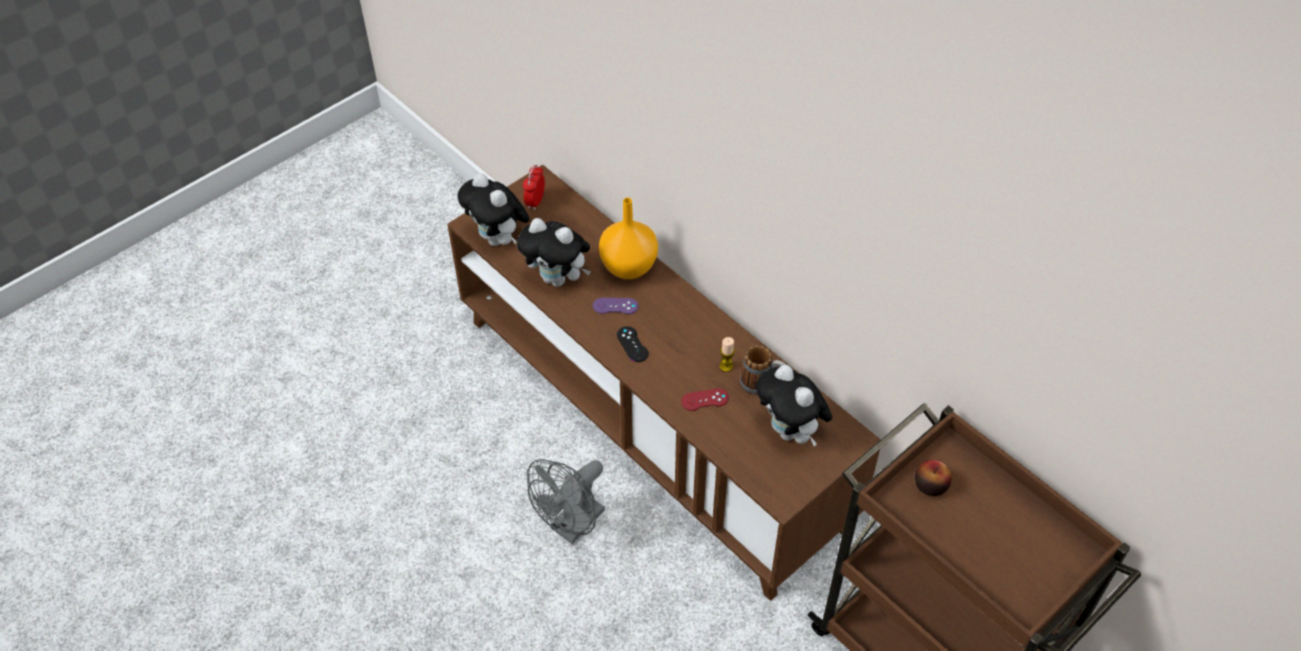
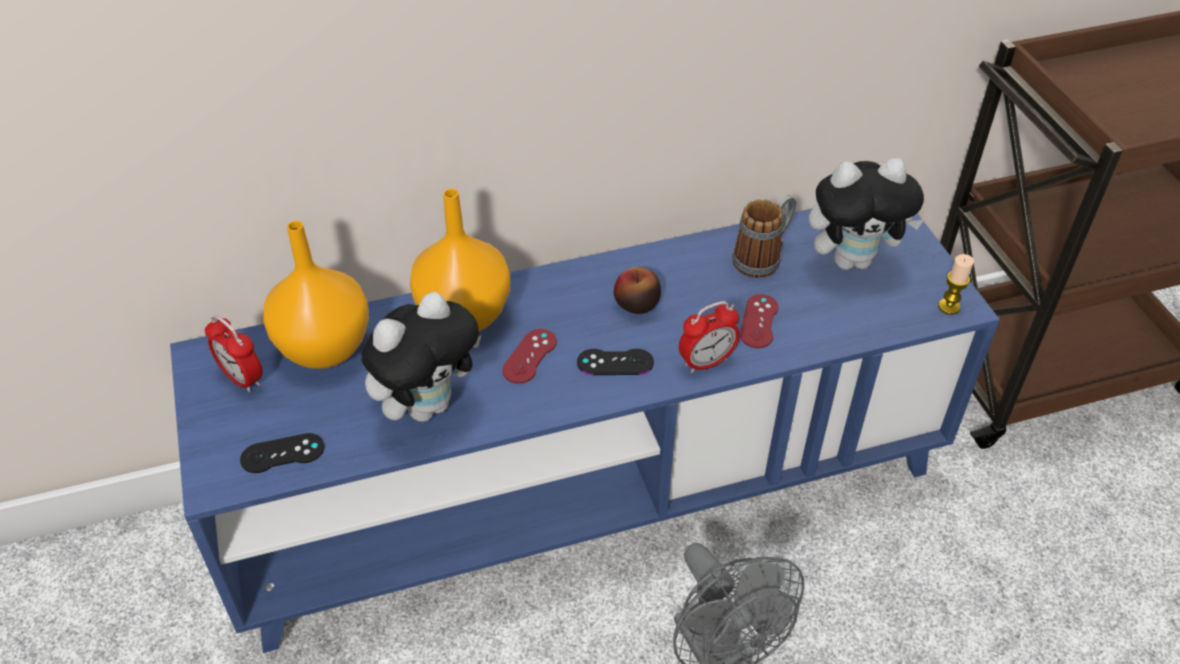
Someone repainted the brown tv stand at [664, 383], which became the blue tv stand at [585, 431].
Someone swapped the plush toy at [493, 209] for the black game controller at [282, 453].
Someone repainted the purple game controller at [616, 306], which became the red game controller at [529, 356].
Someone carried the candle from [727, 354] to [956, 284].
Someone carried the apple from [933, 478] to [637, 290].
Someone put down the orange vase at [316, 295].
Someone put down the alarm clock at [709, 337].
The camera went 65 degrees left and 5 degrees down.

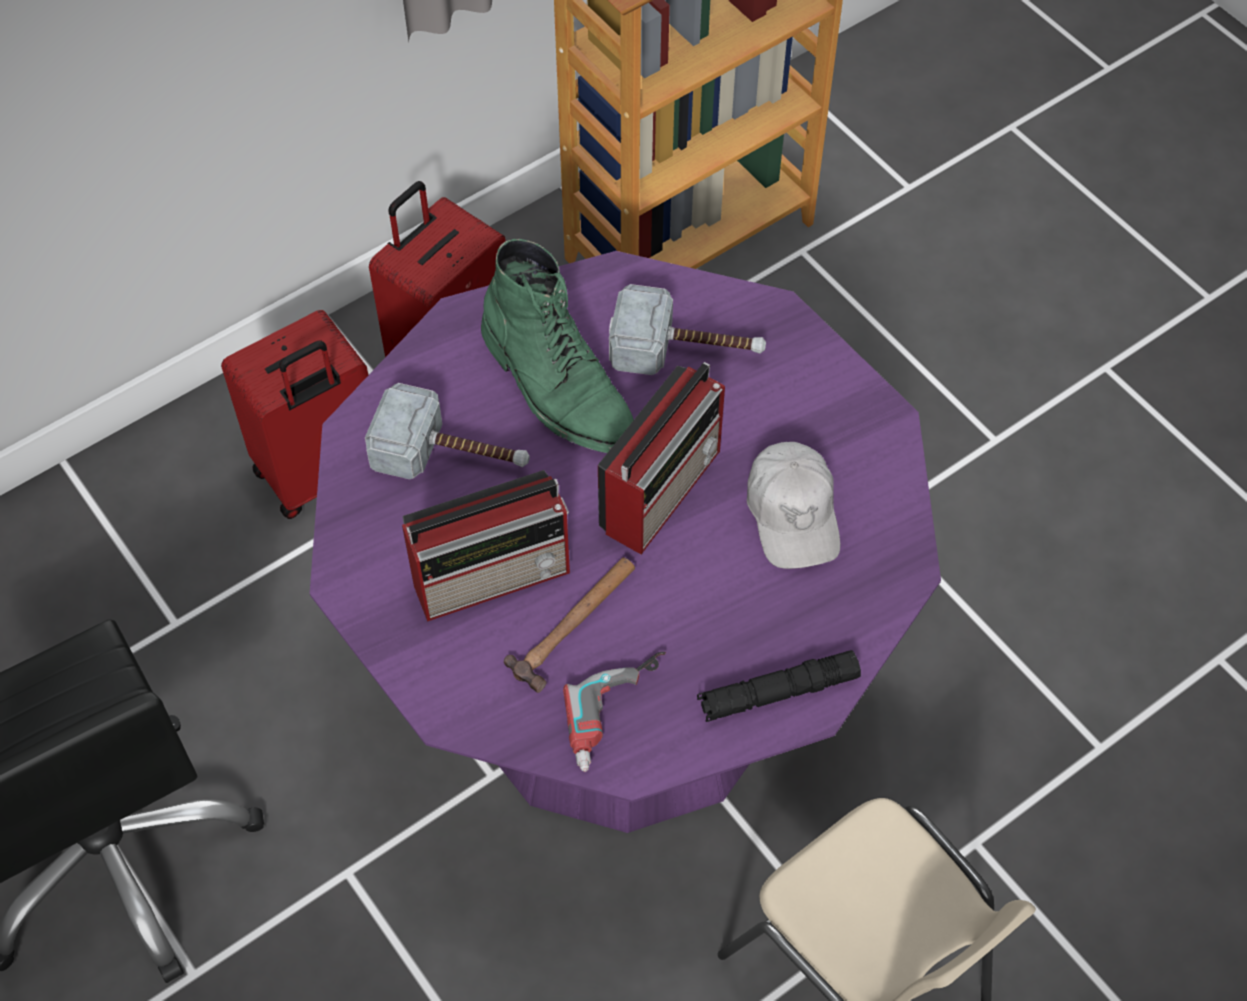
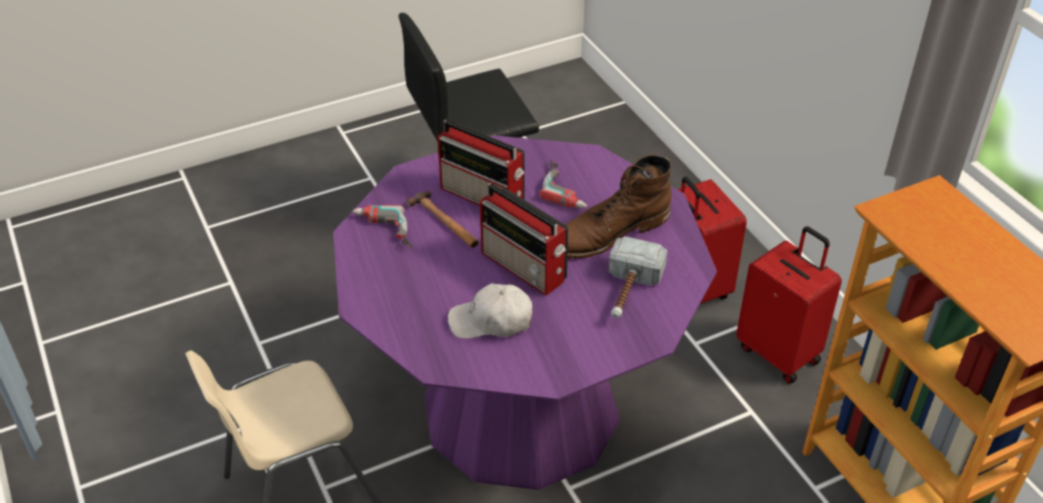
Someone repainted the green boot at [557, 346], which became the brown boot at [618, 207].
Someone swapped the hammer at [447, 431] for the power drill at [563, 184].
Someone rotated the radio at [486, 546] by 45 degrees counterclockwise.
Someone took away the black flashlight at [779, 686].
The camera went 100 degrees right and 15 degrees down.

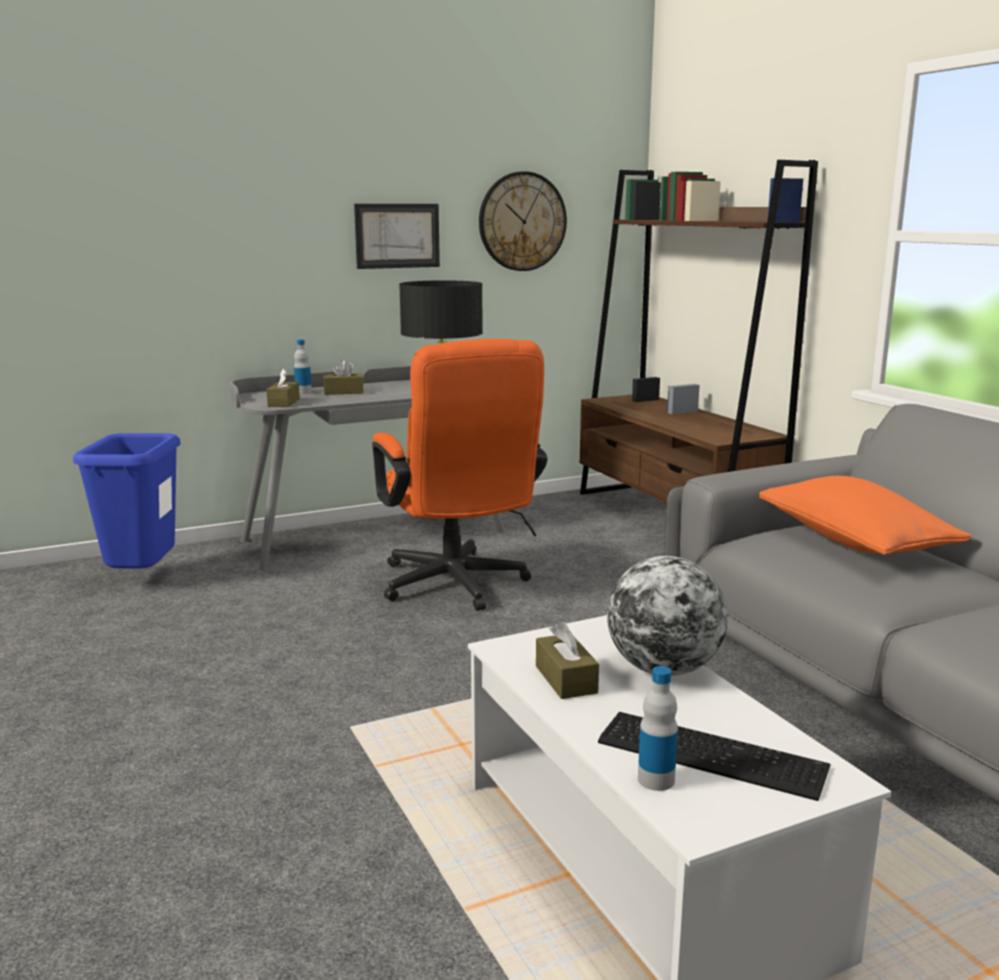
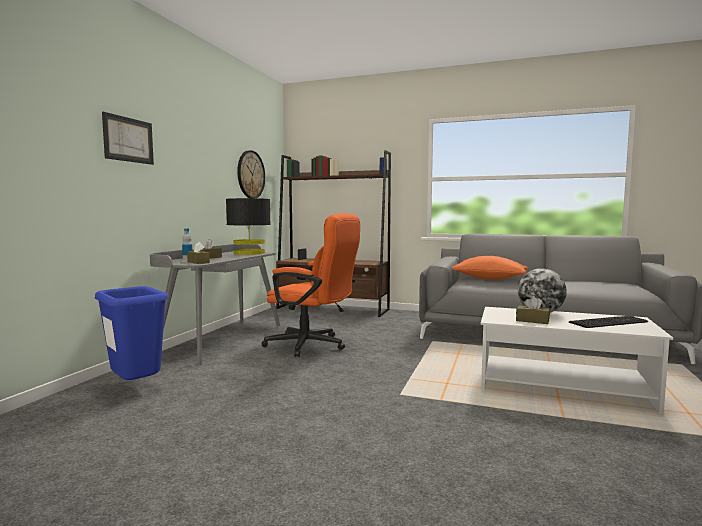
Someone carried the picture from [397, 236] to [128, 138].
Someone took away the bottle at [658, 728].
The camera went 45 degrees left and 10 degrees down.

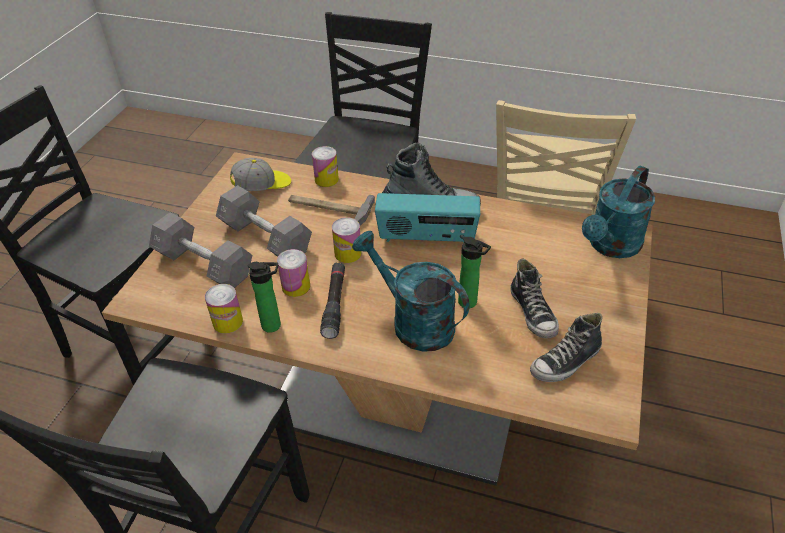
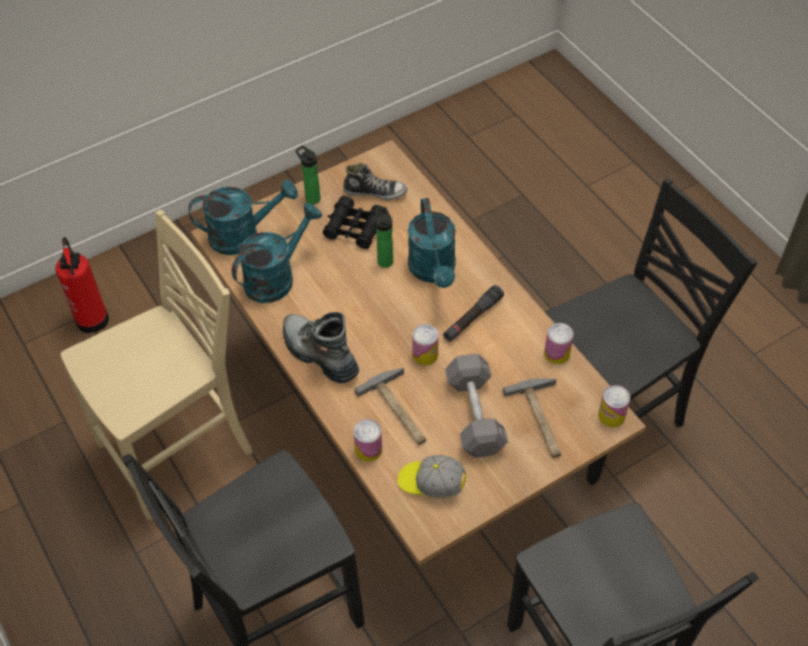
Someone took away the radio at [427, 218].
Someone swapped the grey dumbbell at [200, 250] for the hammer at [532, 418].
Someone carried the can from [293, 273] to [614, 406].
Someone swapped the shoe at [534, 298] for the black binoculars at [354, 222].
Someone carried the bottle from [264, 297] to [308, 175].
Someone put down the turquoise watering can at [277, 253].
Someone put down the fire extinguisher at [82, 285].
The camera went 140 degrees left and 10 degrees up.

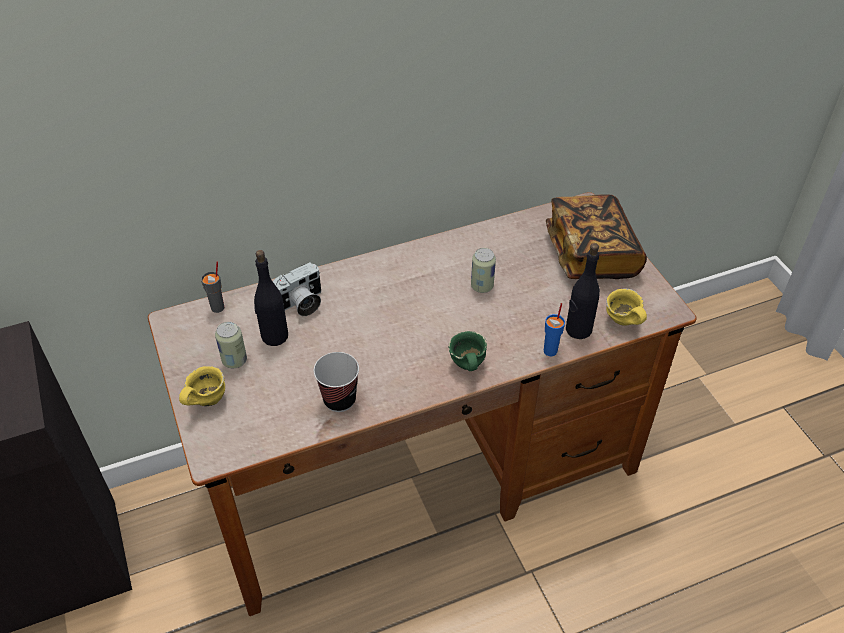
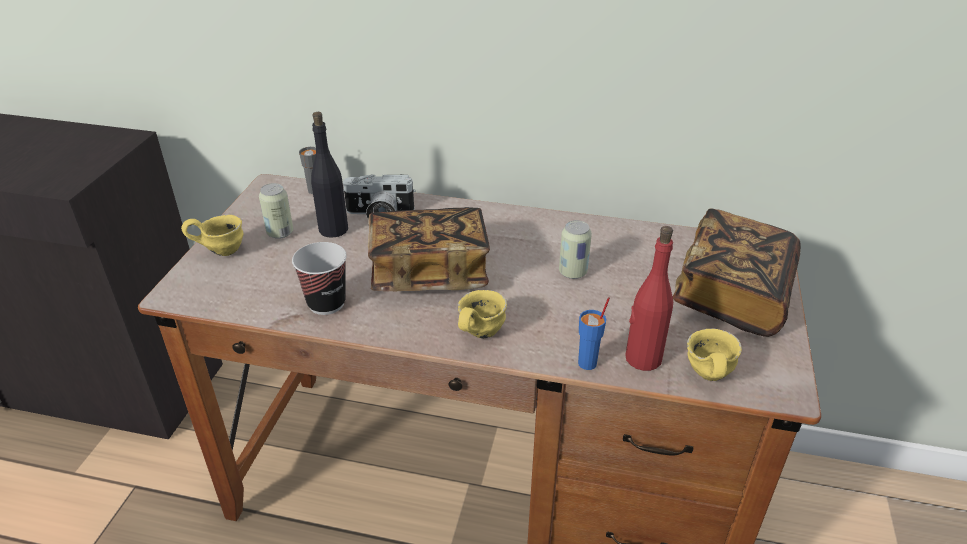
Someone repainted the black bottle at [583, 291], which became the red bottle at [649, 298].
Someone repainted the green mug at [467, 351], which became the yellow mug at [482, 314].
Someone put down the book at [429, 249].
The camera went 35 degrees right and 10 degrees down.

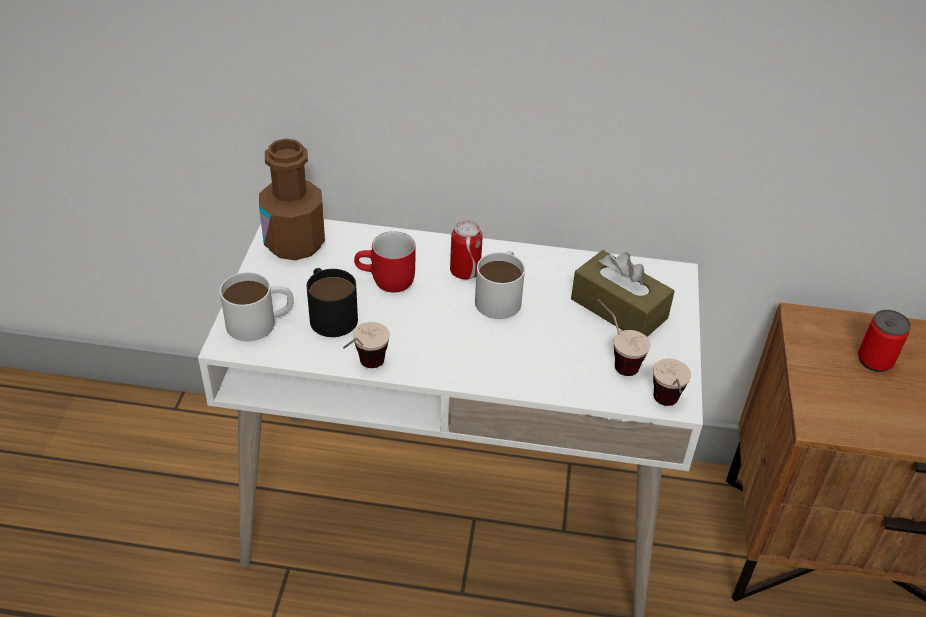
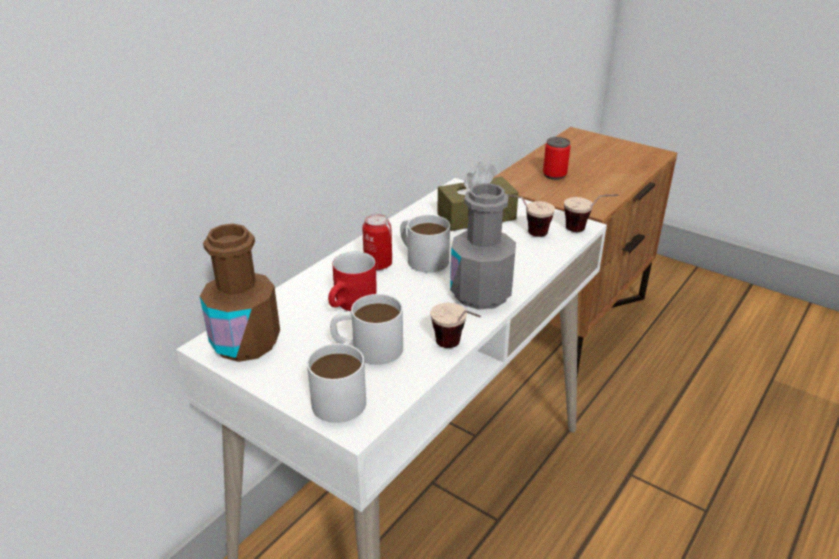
Someone repainted the black mug at [332, 302], which became the white mug at [366, 329].
Someone put down the grey bottle at [483, 246].
The camera went 60 degrees left and 10 degrees down.

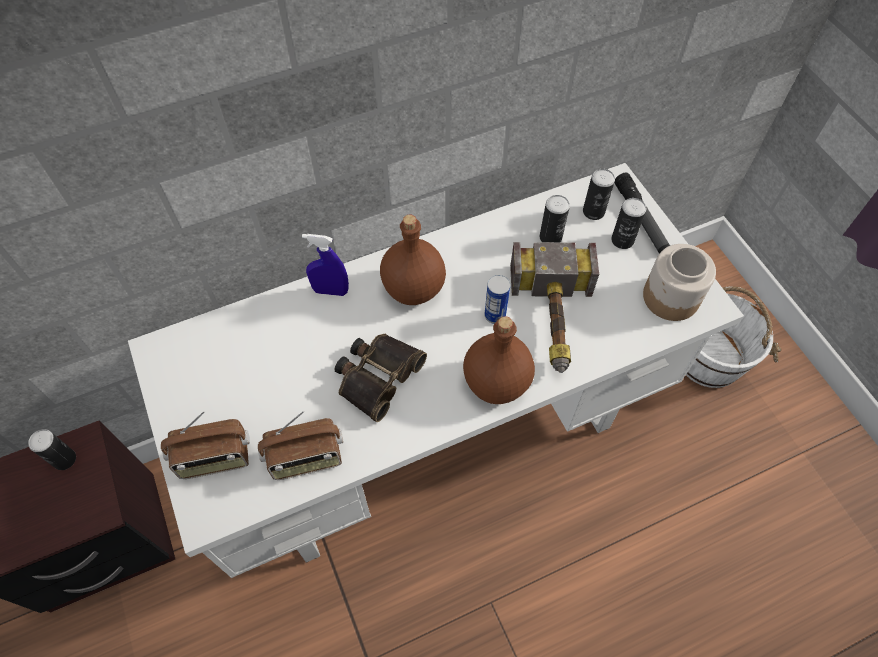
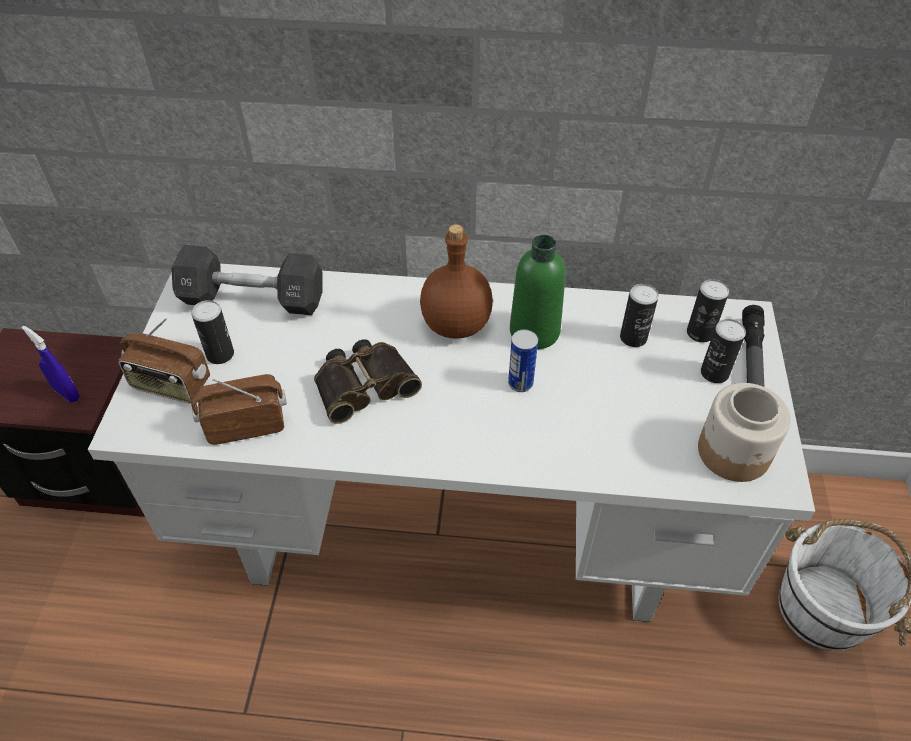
Someone carried the blue spray bottle from [325, 265] to [51, 364].
Someone took away the hammer at [554, 307].
Someone took away the brown bottle at [499, 360].
Someone rotated the radio at [300, 445] by 150 degrees clockwise.
Someone carried the can from [52, 449] to [212, 332].
Someone put down the green bottle at [537, 292].
Someone put down the black dumbbell at [247, 280].
The camera went 30 degrees right and 10 degrees down.

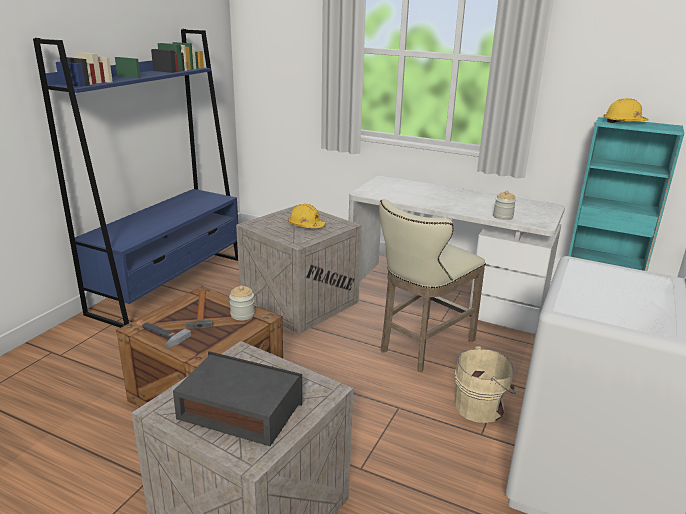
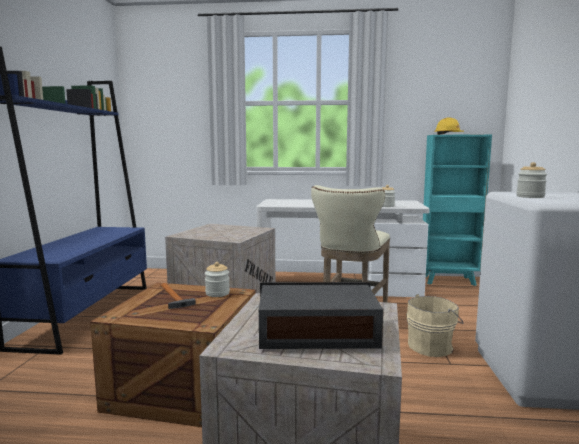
Someone took away the yellow hard hat at [306, 216].
Someone took away the hammer at [163, 334].
Someone put down the jar at [531, 180].
The camera went 20 degrees left and 15 degrees down.

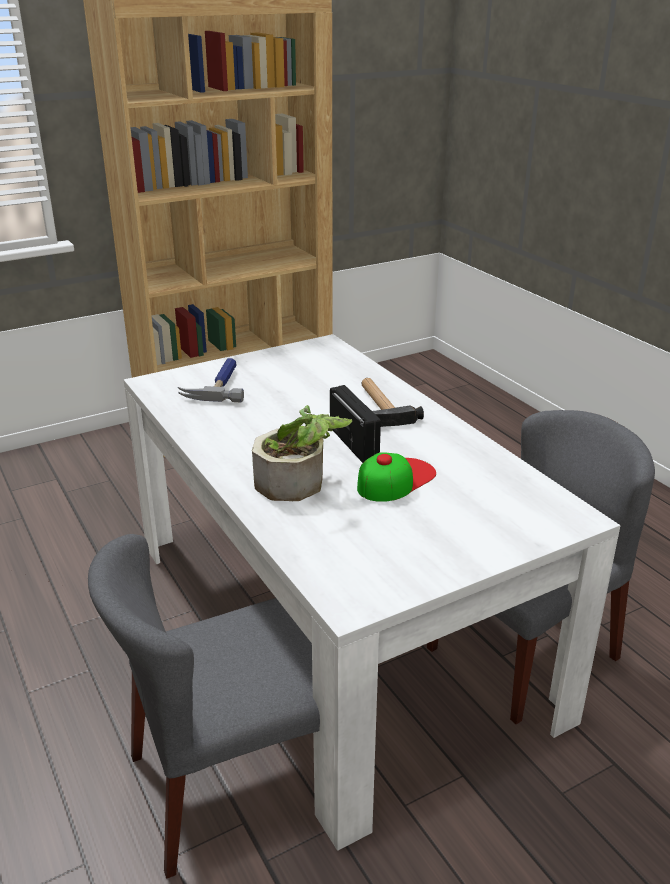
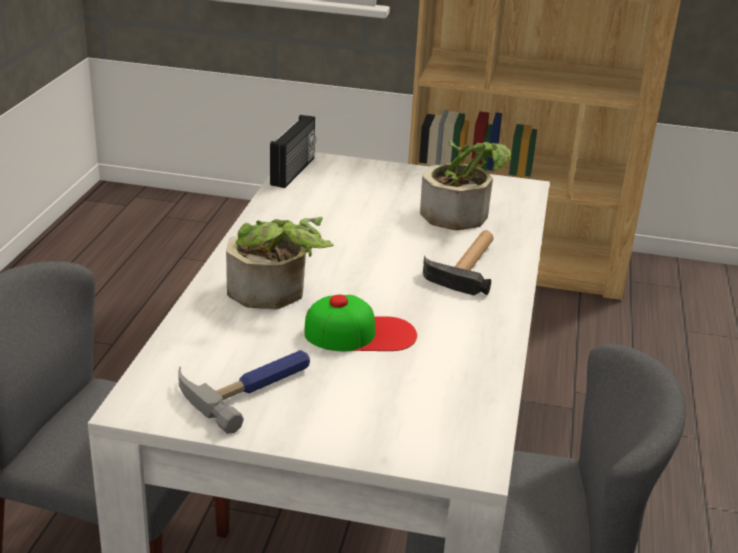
Someone carried the hammer from [211, 380] to [244, 392].
Someone carried the radio from [355, 424] to [293, 151].
Someone put down the potted plant at [465, 185].
The camera went 40 degrees right and 0 degrees up.

